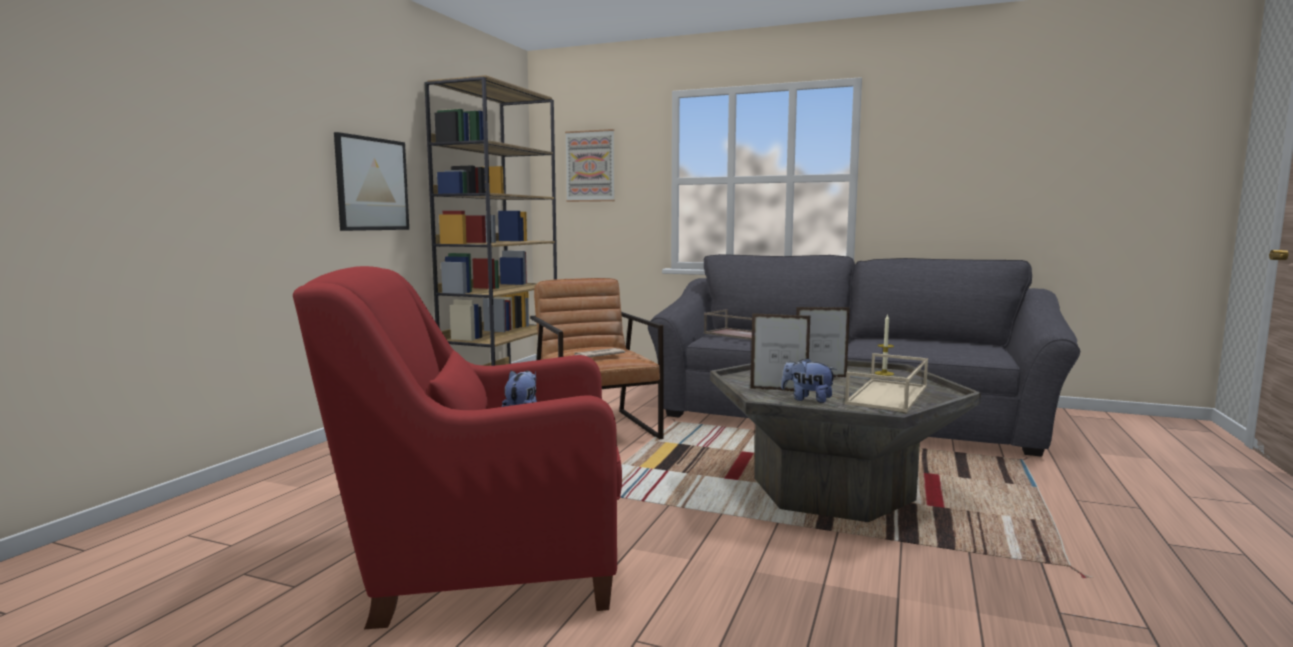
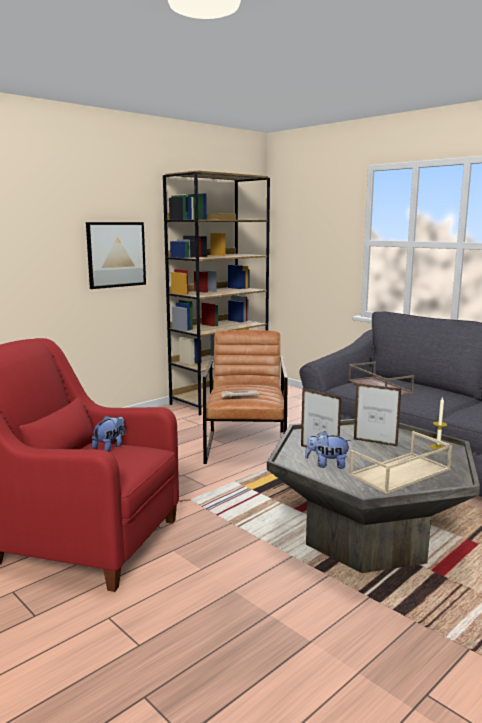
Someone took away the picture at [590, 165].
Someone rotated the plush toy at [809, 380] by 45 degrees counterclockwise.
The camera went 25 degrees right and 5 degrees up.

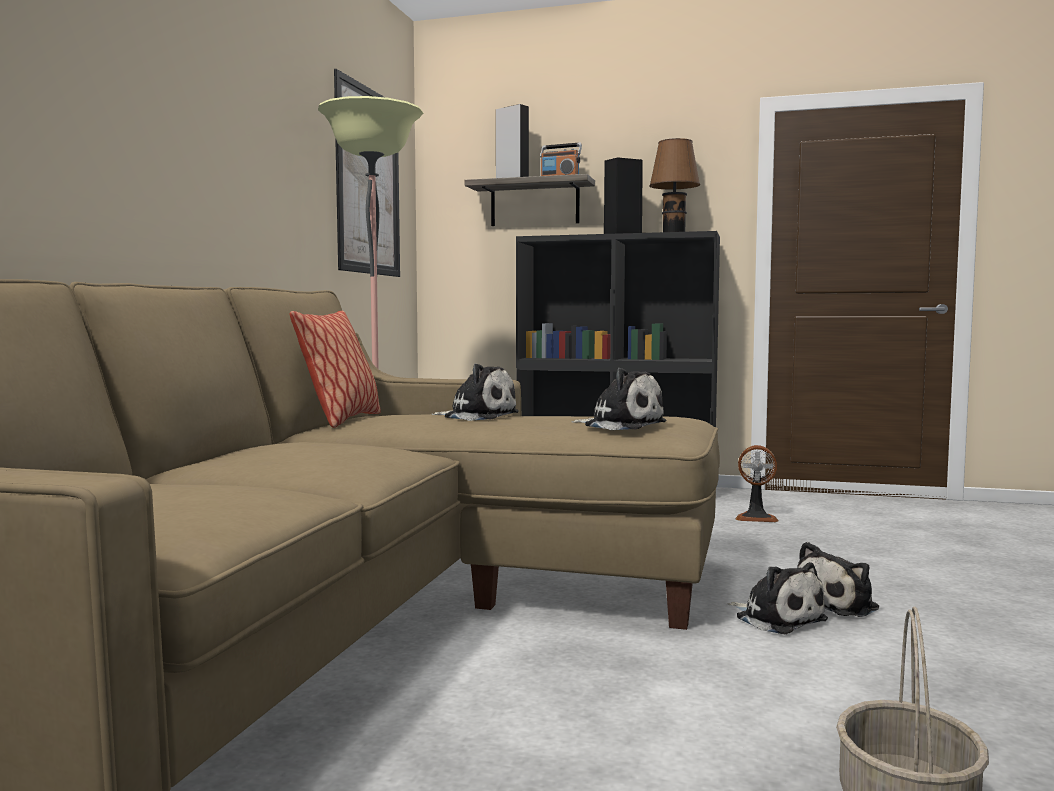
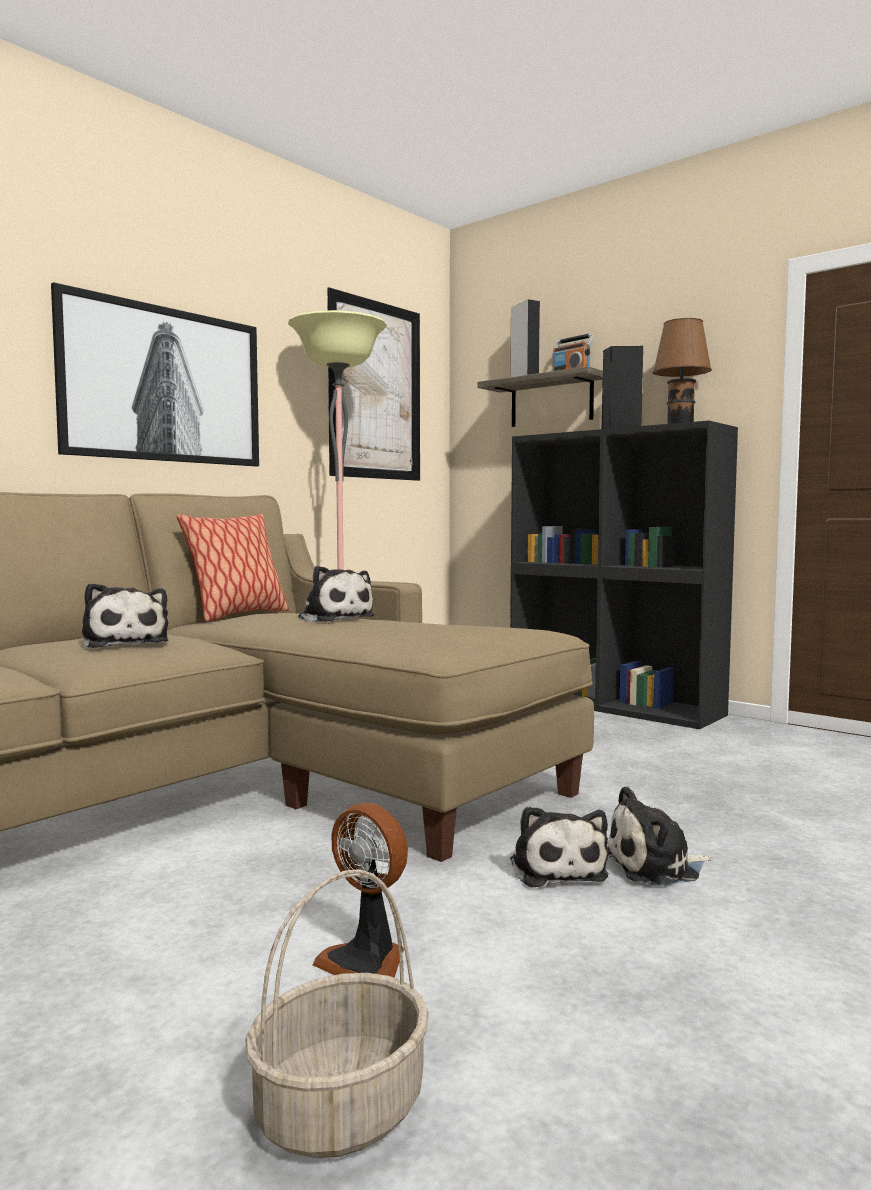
Someone carried the plush toy from [618, 399] to [125, 615].
Someone carried the fan from [757, 483] to [360, 890].
Someone put up the picture at [155, 374].
The camera went 25 degrees right and 0 degrees up.

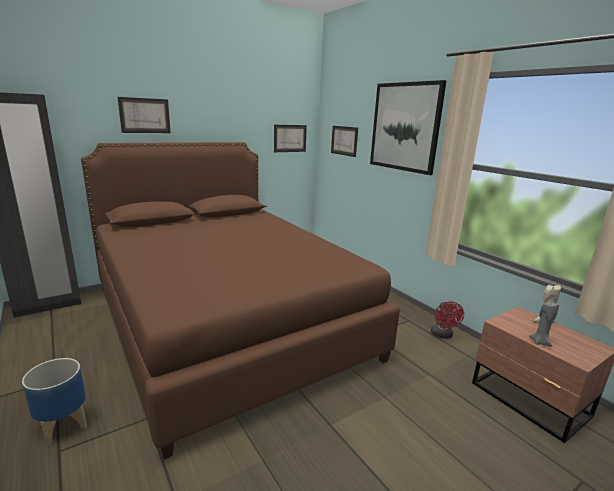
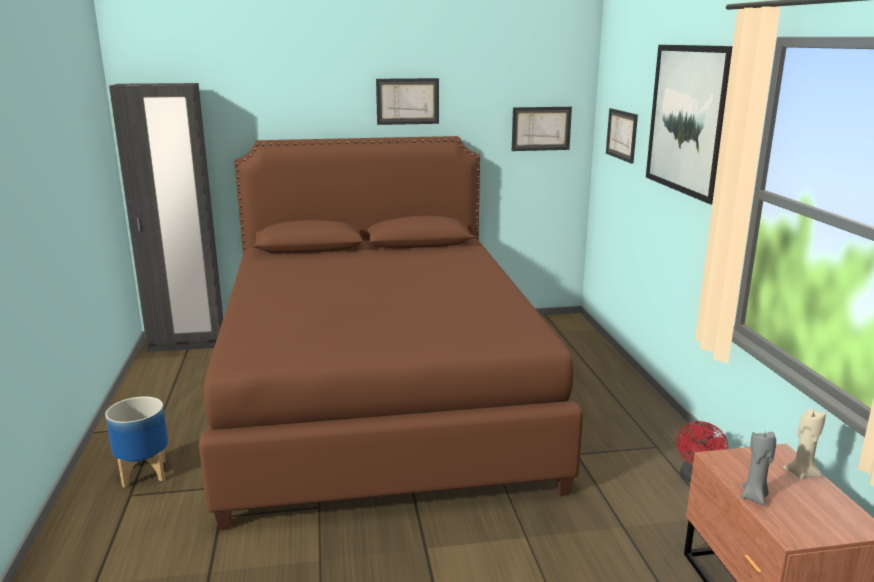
Someone carried the picture from [144, 115] to [407, 101].
The camera went 25 degrees right and 0 degrees up.

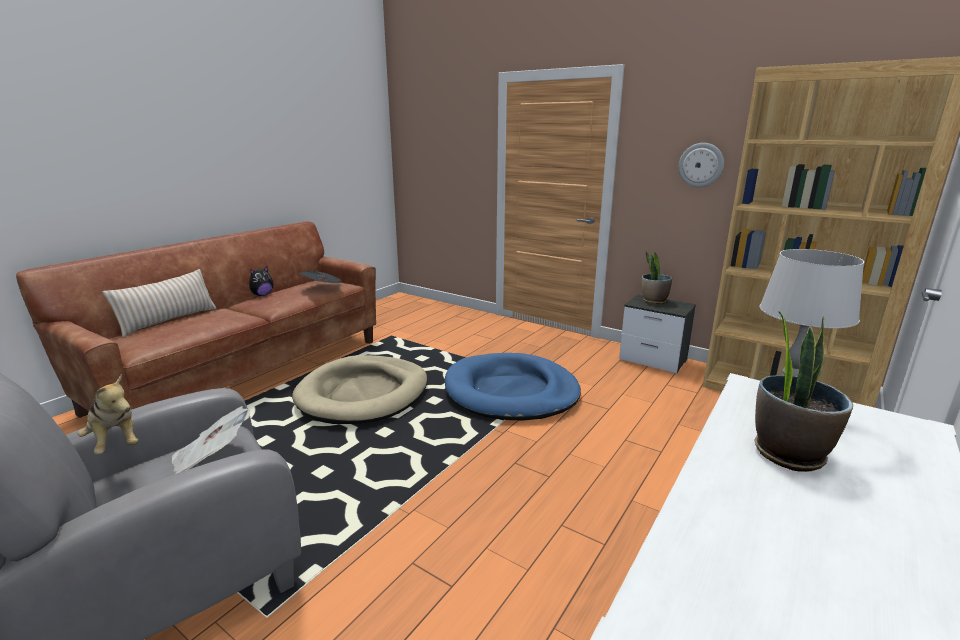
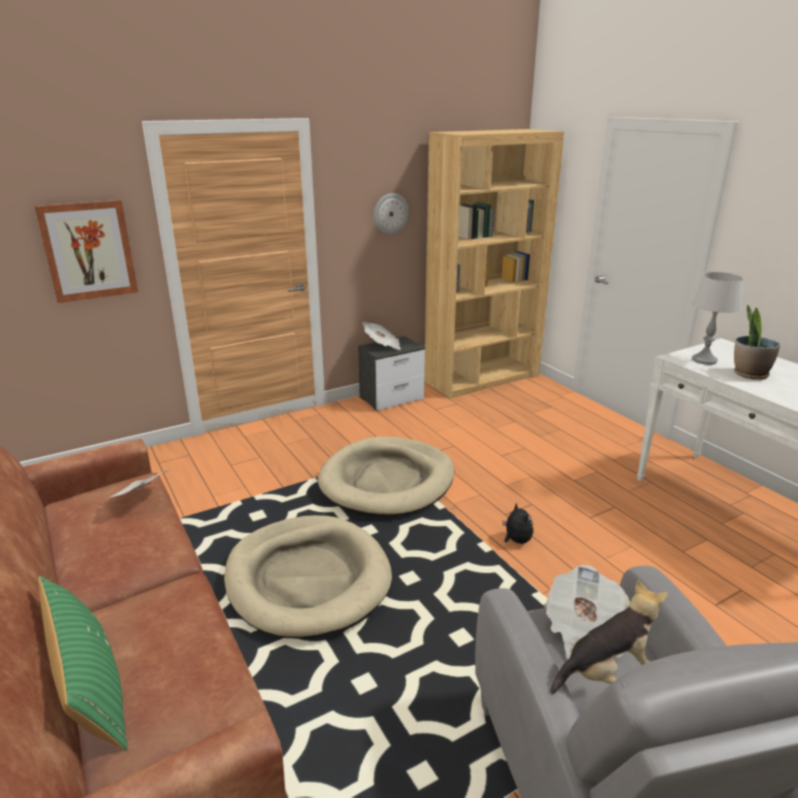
Someone swapped the potted plant at [657, 277] for the newspaper at [381, 336].
Someone carried the plush toy from [261, 281] to [517, 523].
Someone repainted the beige pillow at [159, 303], which became the green pillow at [83, 663].
Someone repainted the blue dog bed at [513, 387], which became the beige dog bed at [386, 477].
Someone put up the picture at [86, 251].
The camera went 65 degrees left and 5 degrees up.

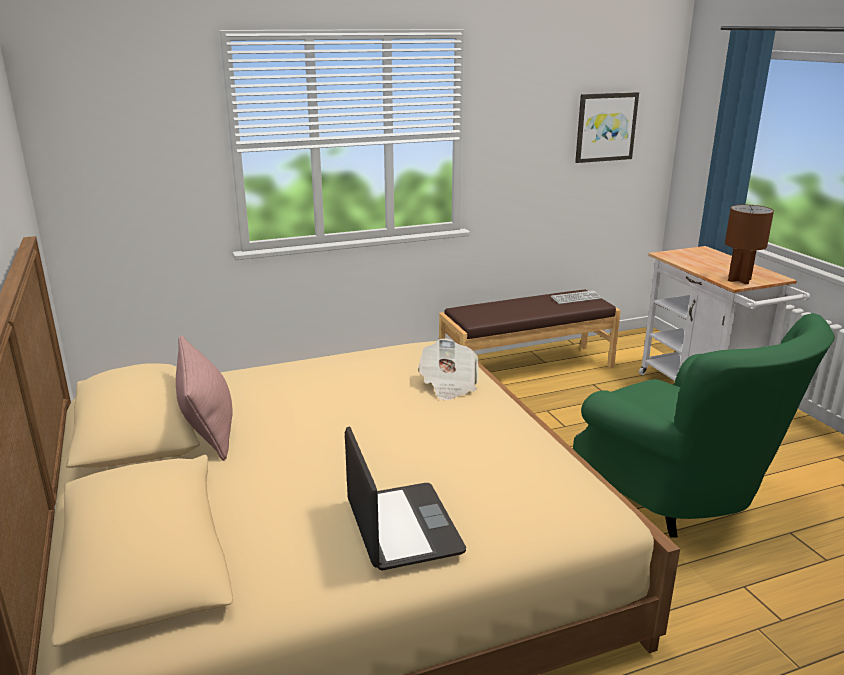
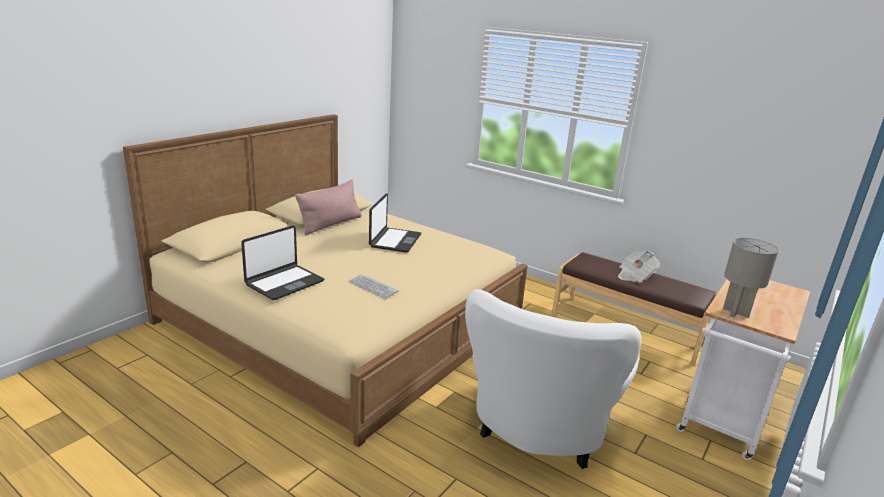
Someone took away the picture at [607, 127].
Someone repainted the brown table lamp at [749, 244], which became the grey table lamp at [751, 278].
Someone carried the keyboard from [576, 297] to [373, 286].
Someone repainted the green armchair at [703, 425], which became the white armchair at [553, 379].
Someone carried the newspaper from [448, 369] to [639, 267].
Someone put down the laptop at [395, 223].
The camera went 55 degrees right and 0 degrees up.

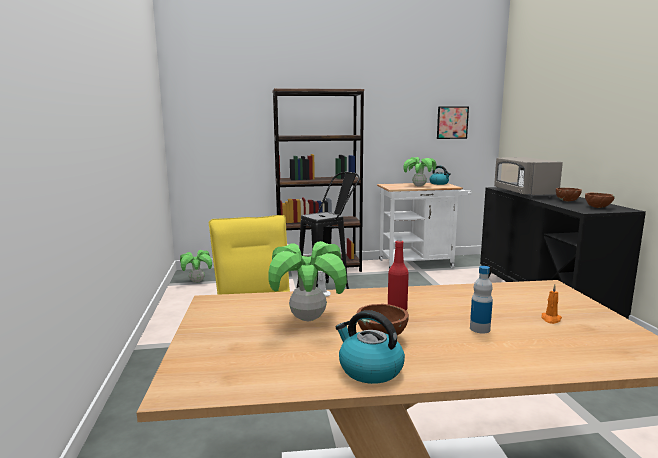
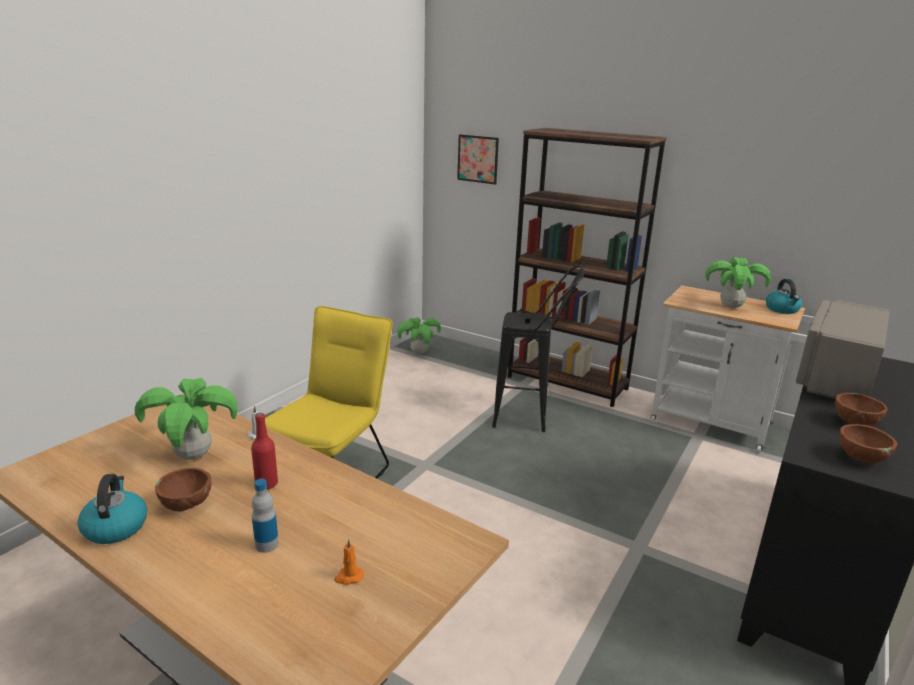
Someone carried the picture from [453, 122] to [478, 159].
The camera went 40 degrees right and 10 degrees up.

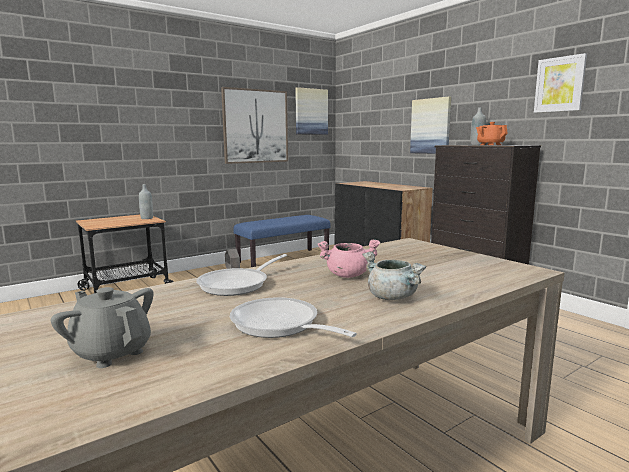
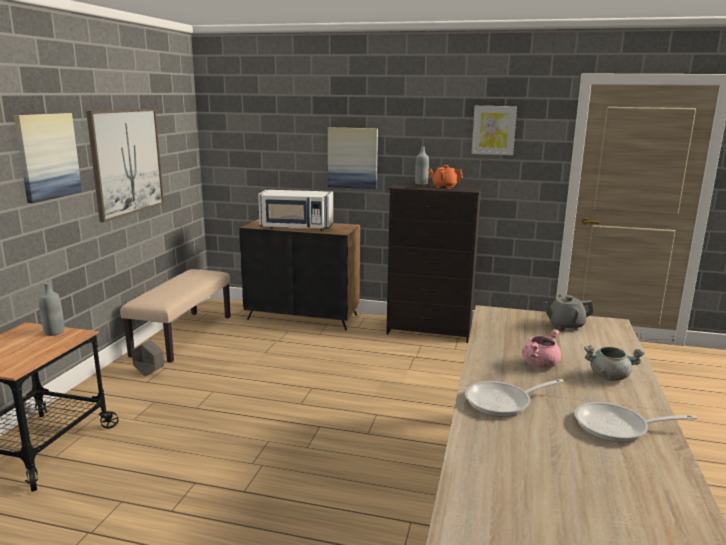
Someone carried the picture from [311, 111] to [48, 158].
Someone repainted the blue bench at [282, 241], which became the beige bench at [175, 316].
Someone rotated the frying pan at [241, 275] by 75 degrees clockwise.
Someone carried the grey teapot from [102, 327] to [568, 312].
Someone put down the white microwave at [295, 210].
The camera went 40 degrees left and 5 degrees up.

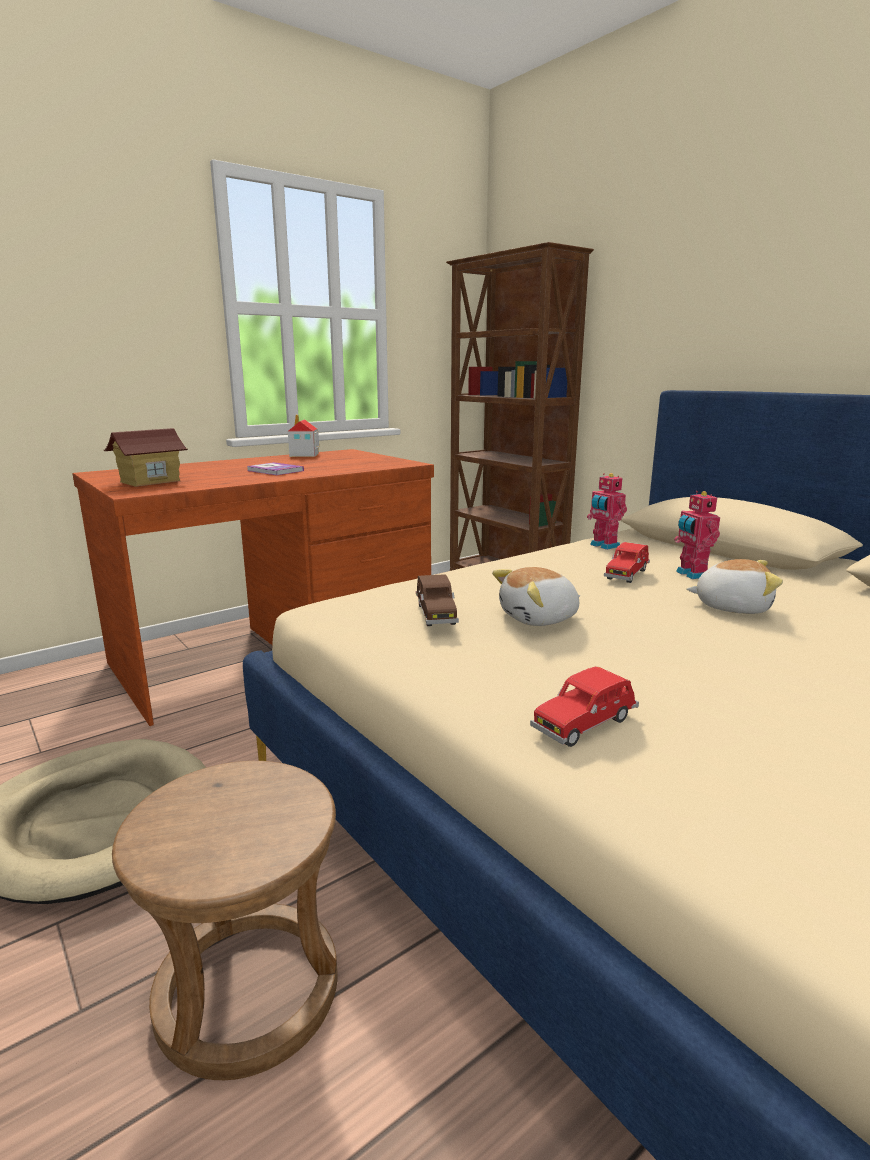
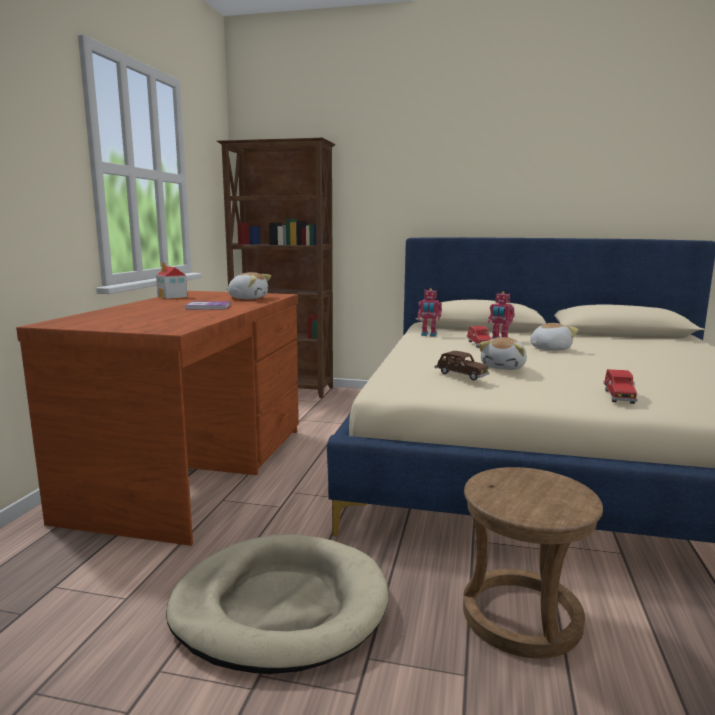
Someone took away the toy house at [146, 457].
Someone put down the plush toy at [248, 285].
The camera went 40 degrees left and 5 degrees down.

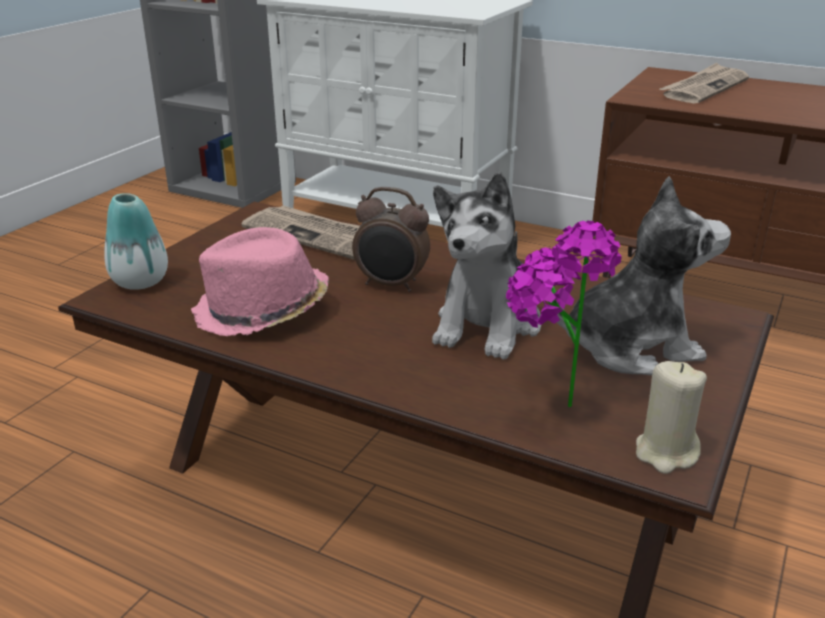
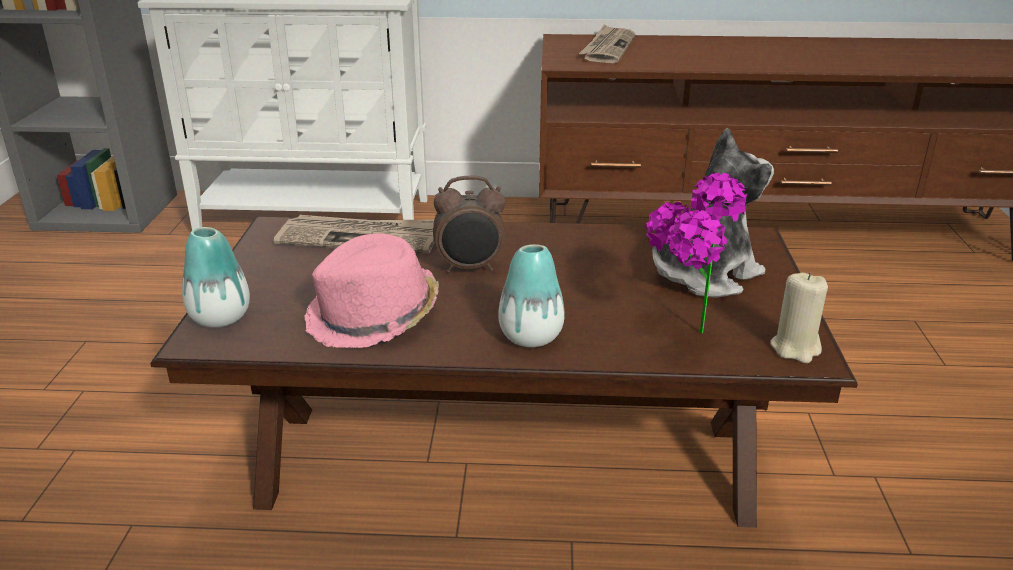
Someone took away the plush toy at [486, 266].
Someone put down the vase at [531, 295].
The camera went 25 degrees left and 0 degrees up.

